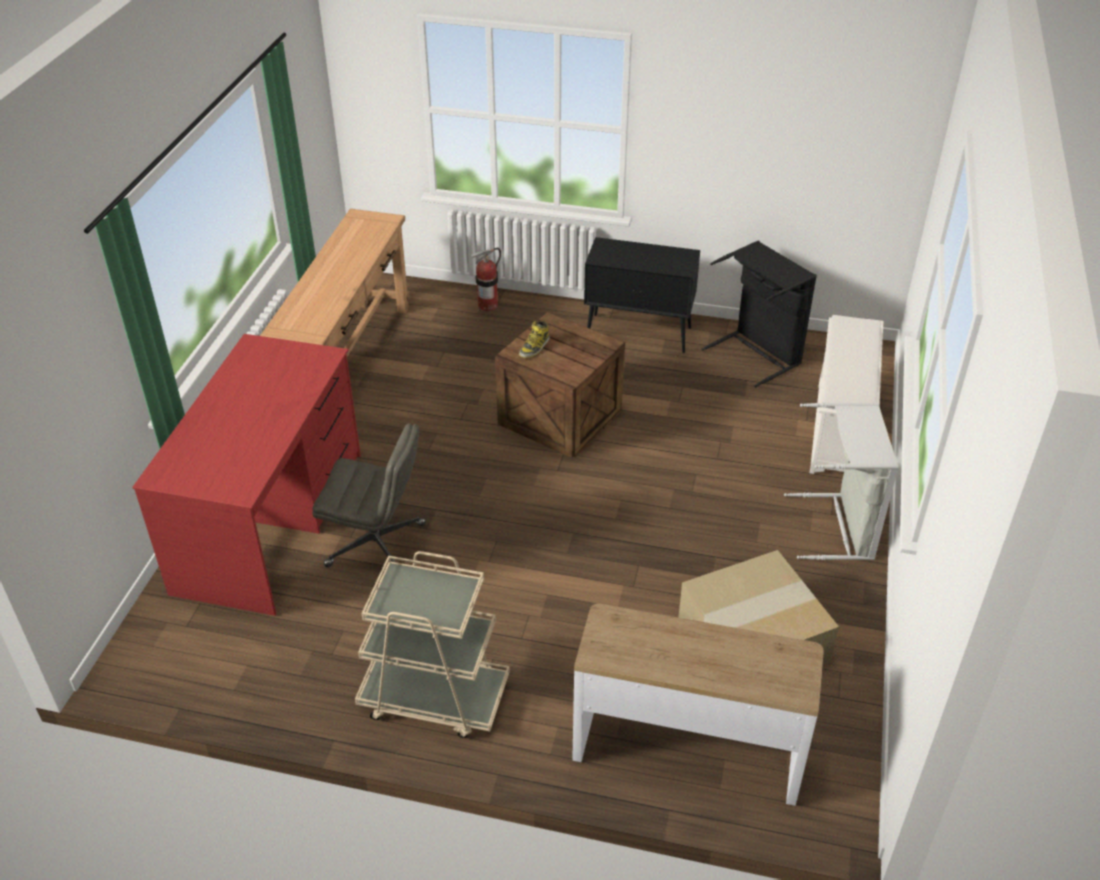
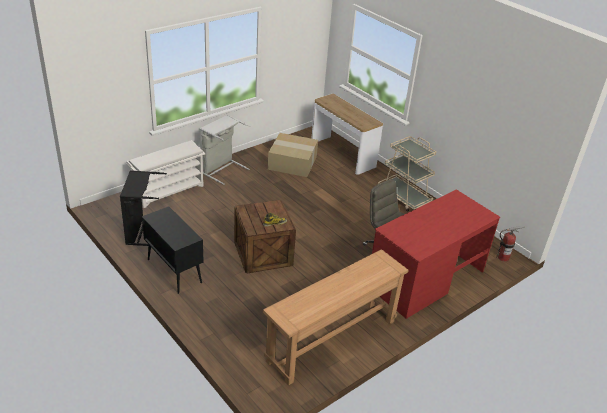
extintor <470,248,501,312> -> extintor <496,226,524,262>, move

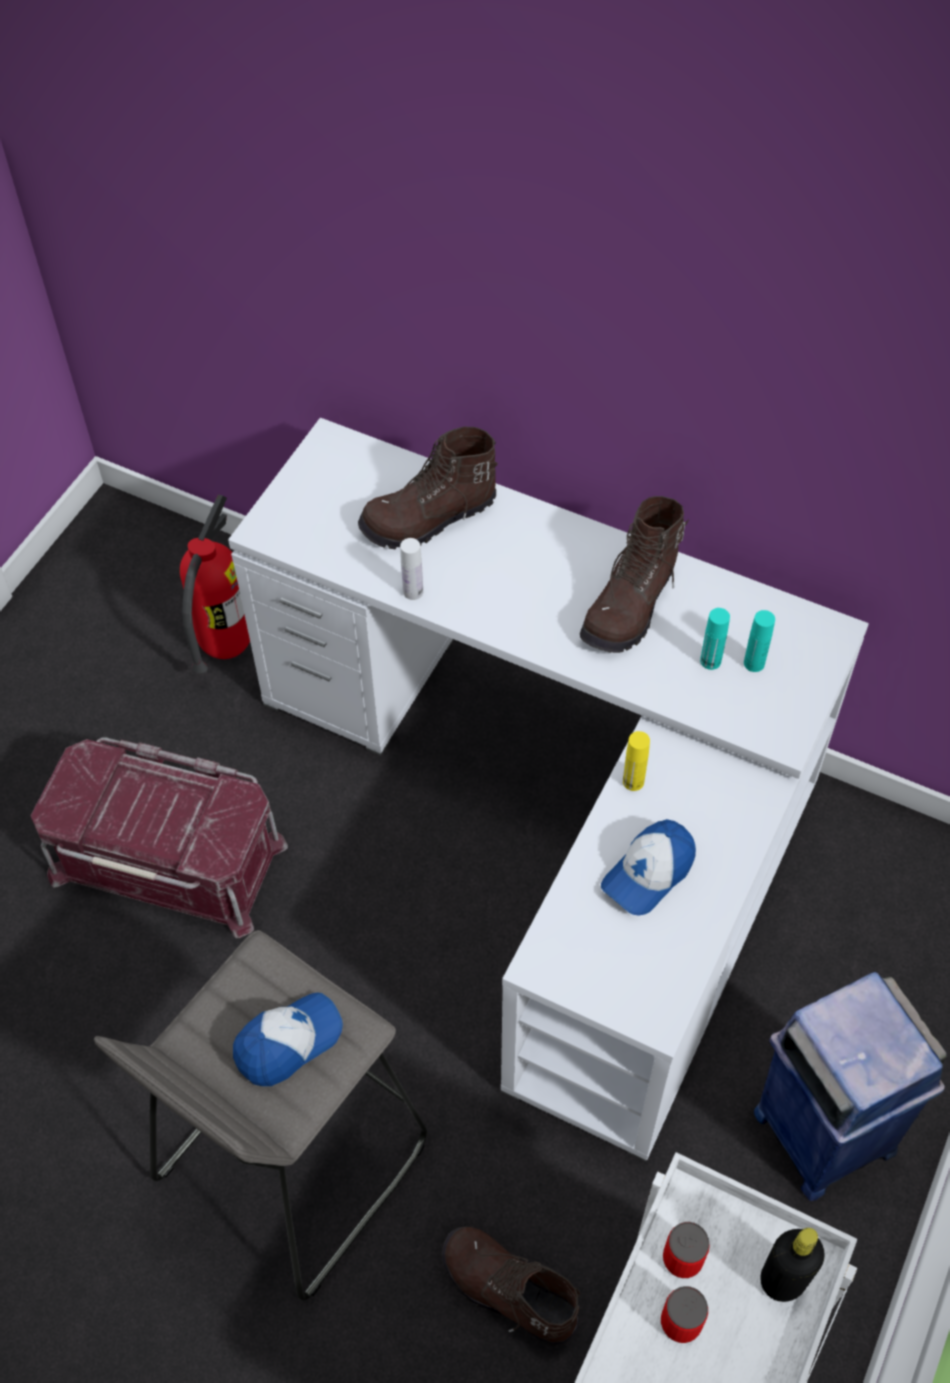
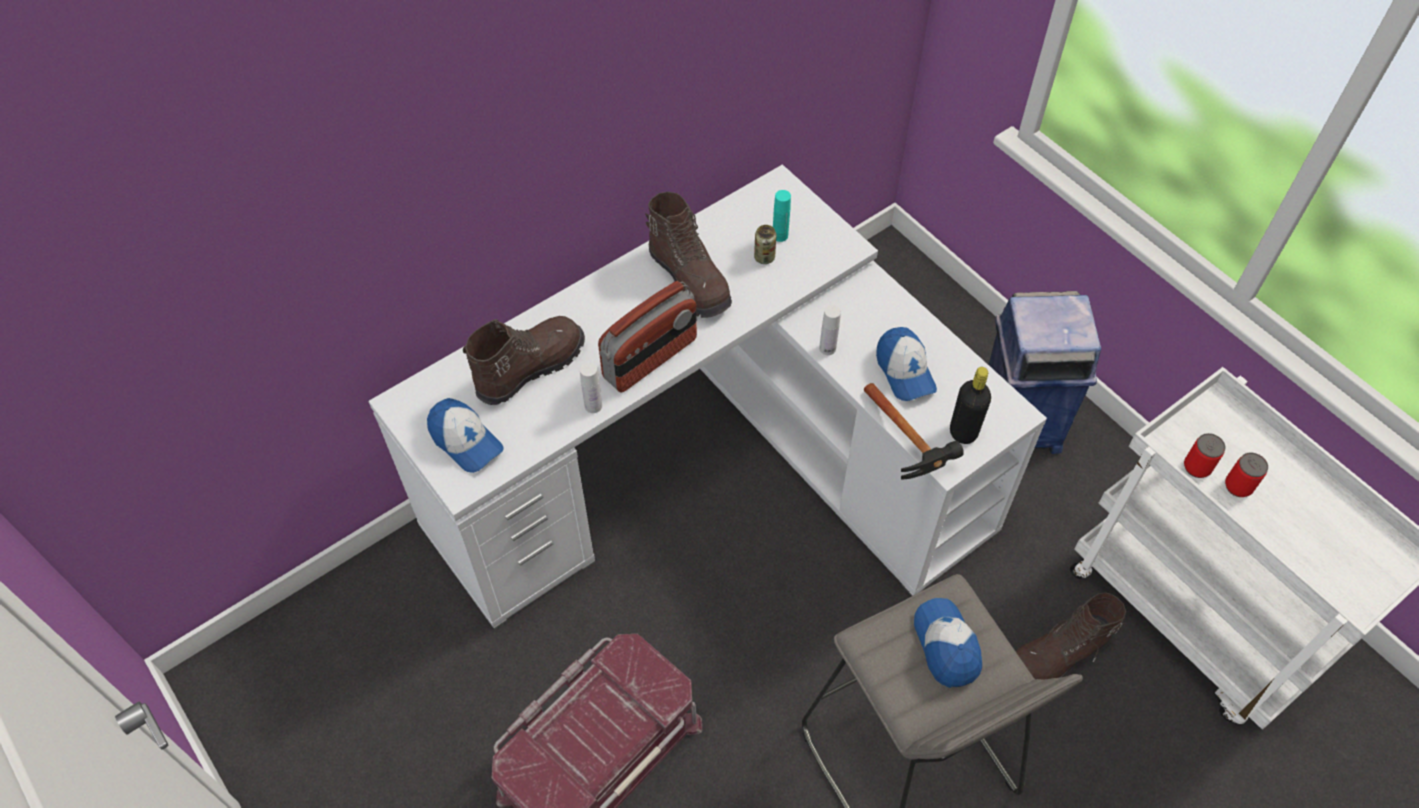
extintor <180,494,250,673> -> none
bota [marrón] <358,427,498,550> -> bota [marrón] <463,316,585,405>, 135 degrees counterclockwise
botella [amarillo] <623,731,650,791> -> botella [blanco] <819,305,841,355>
botella [turquesa] <700,608,730,670> -> lata <754,225,777,264>
botella [negro] <760,1228,825,1302> -> botella [negro] <950,367,991,444>, move
none -> gorra <427,398,504,473>
none -> radio <598,281,697,393>
none -> martillo <864,383,964,479>

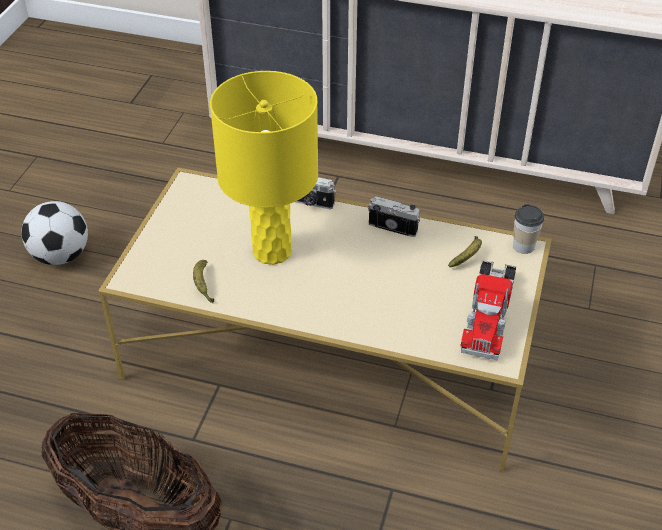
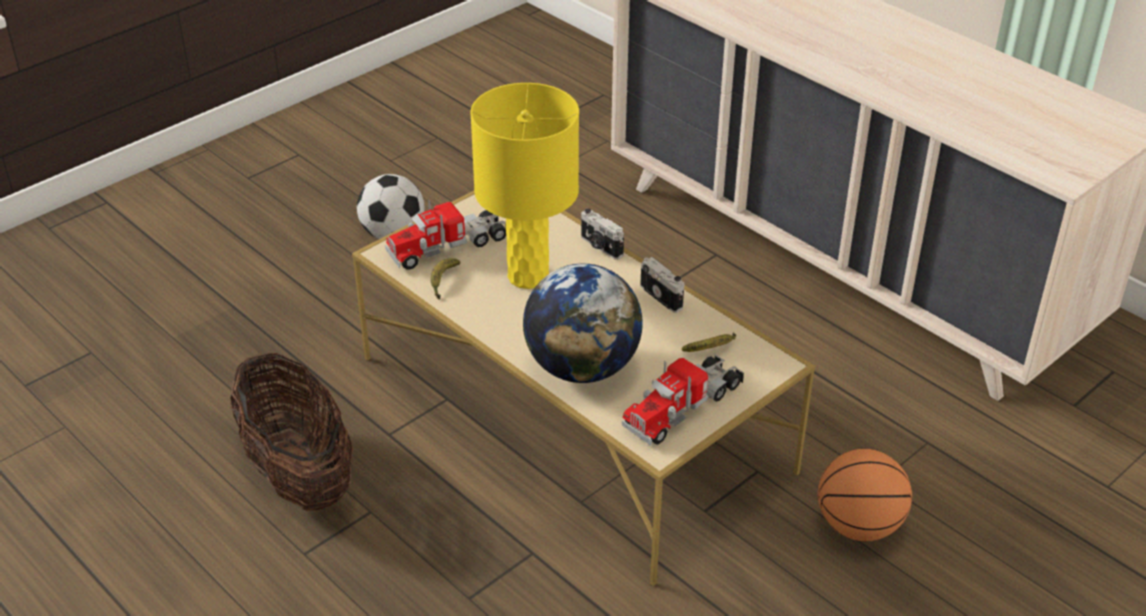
taza <513,204,544,254> -> none
none -> camión de juguete <385,199,506,269>
none -> globo terráqueo <523,263,643,383>
none -> balón de baloncesto <818,449,912,542>

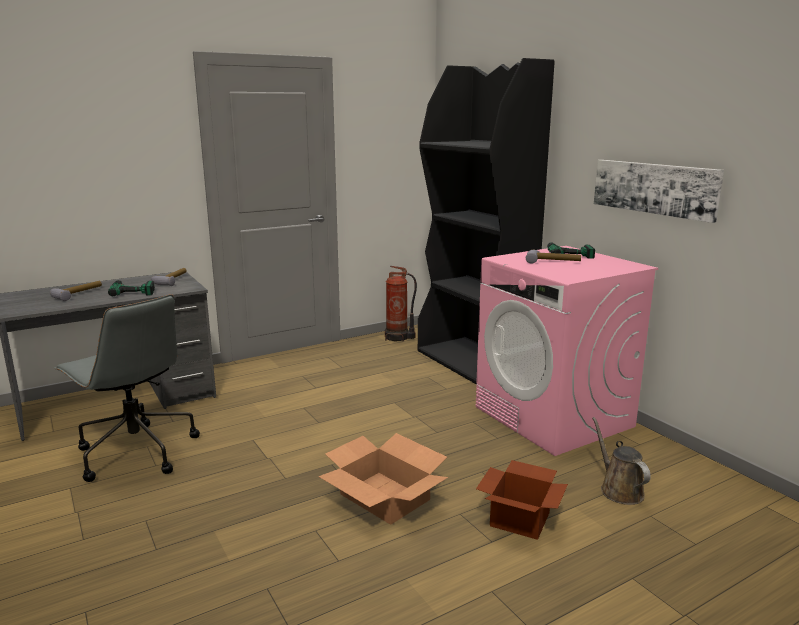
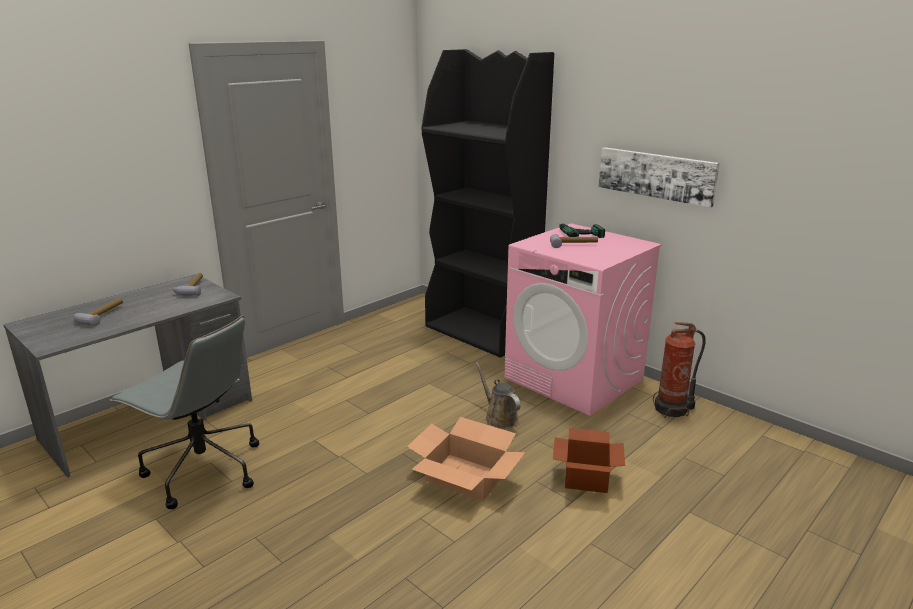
taladro <108,280,155,296> -> none
extintor <385,266,417,342> -> extintor <653,322,706,418>, move
regadera [marrón] <592,417,651,505> -> regadera [marrón] <475,362,521,429>, move

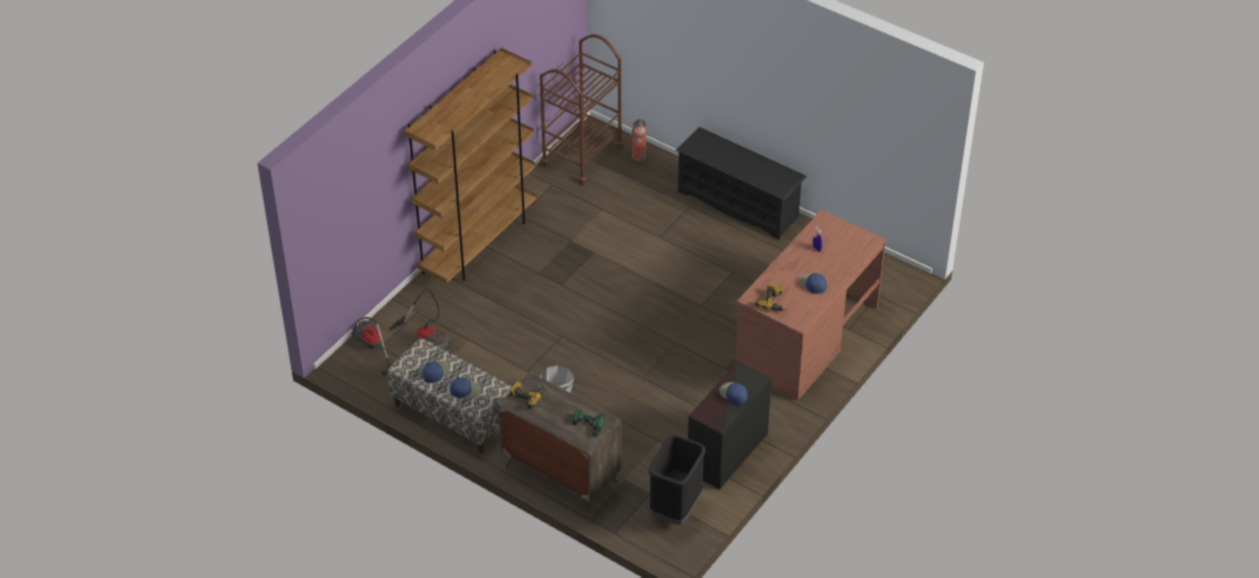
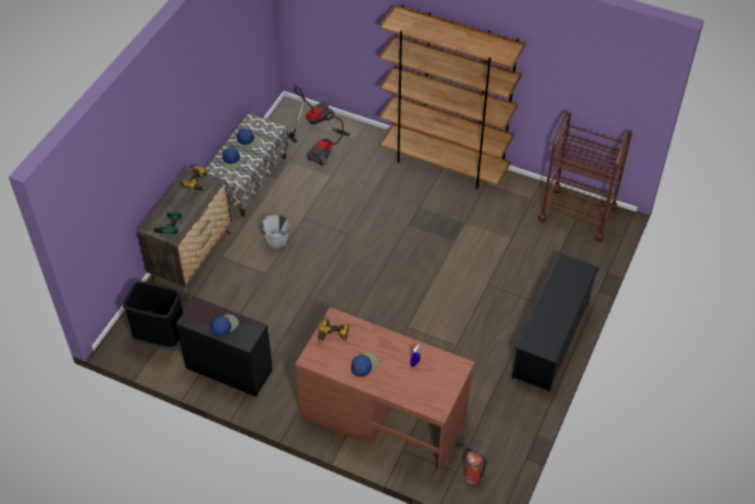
extintor <632,119,646,162> -> extintor <461,444,486,484>, move

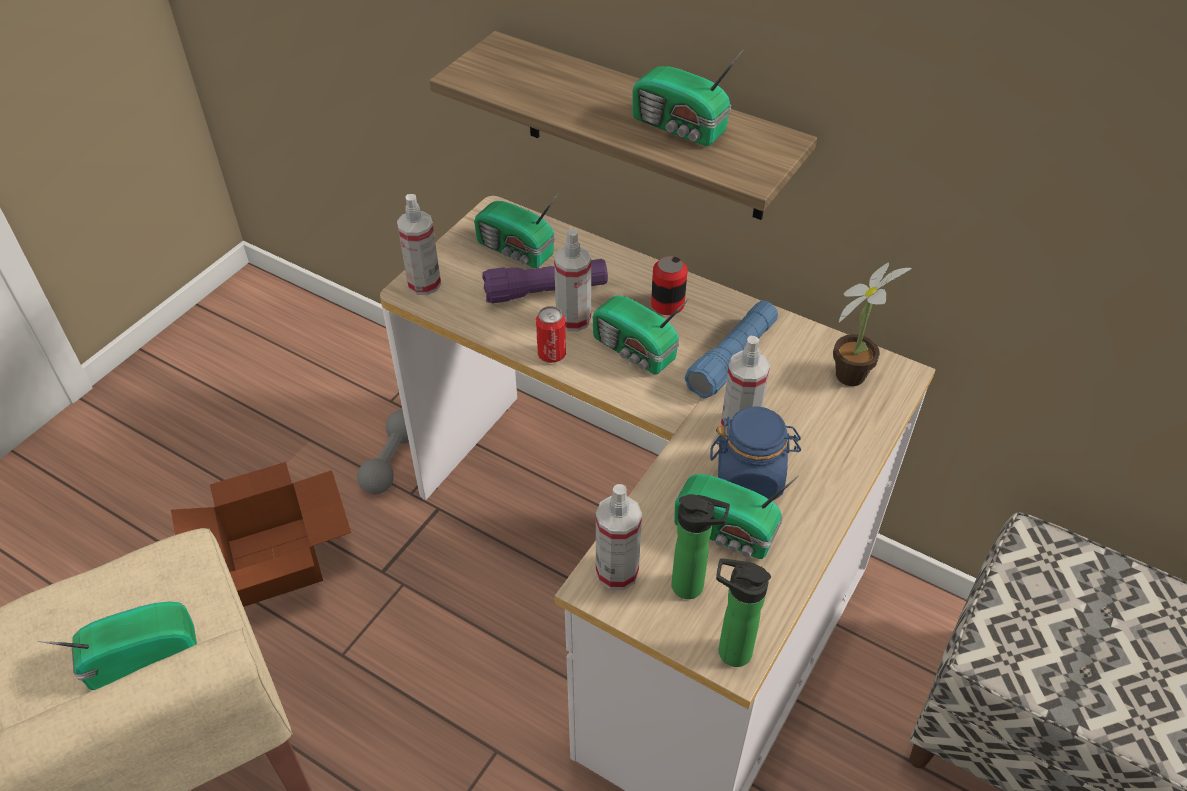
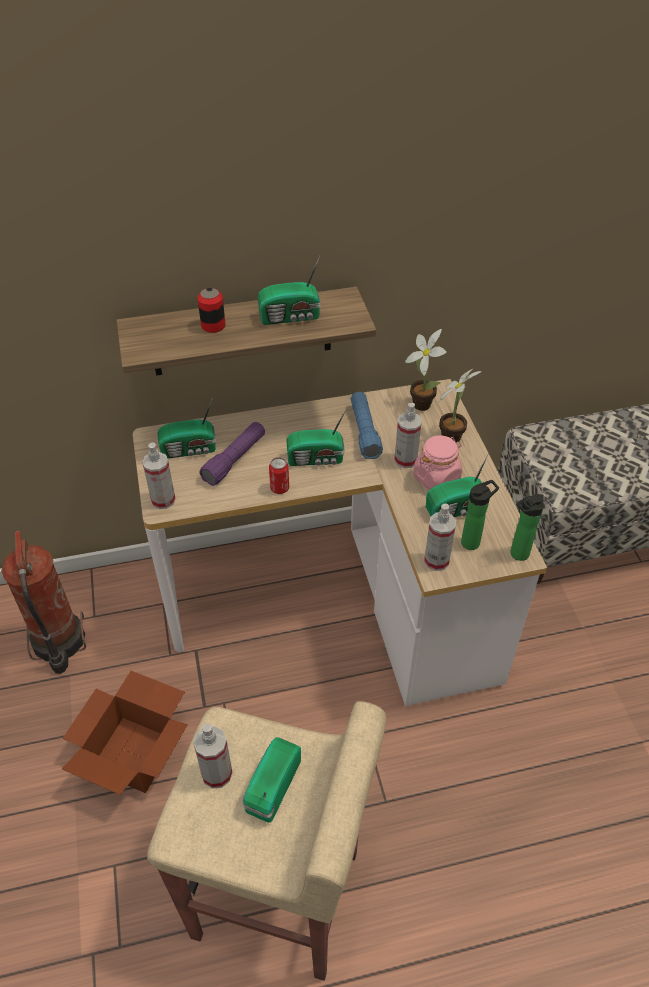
mancuerna [gris] <357,409,409,494> -> none
pulverizador <554,229,591,331> -> pulverizador <193,723,232,789>, move
lata <651,256,688,315> -> lata <197,288,225,333>, move
tarro [azul] <710,406,801,500> -> tarro [rosa] <413,435,462,490>
none -> extintor <1,531,86,674>
none -> planta en maceta <438,369,482,443>

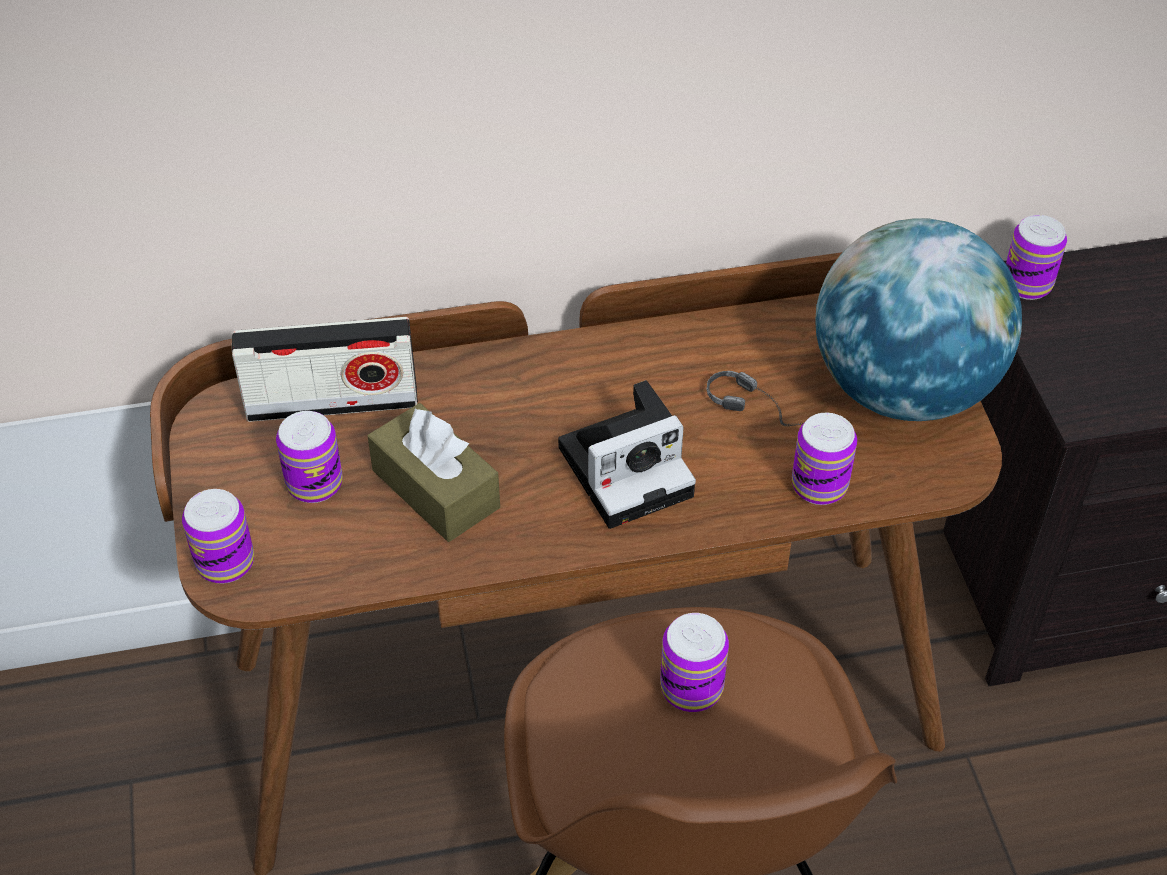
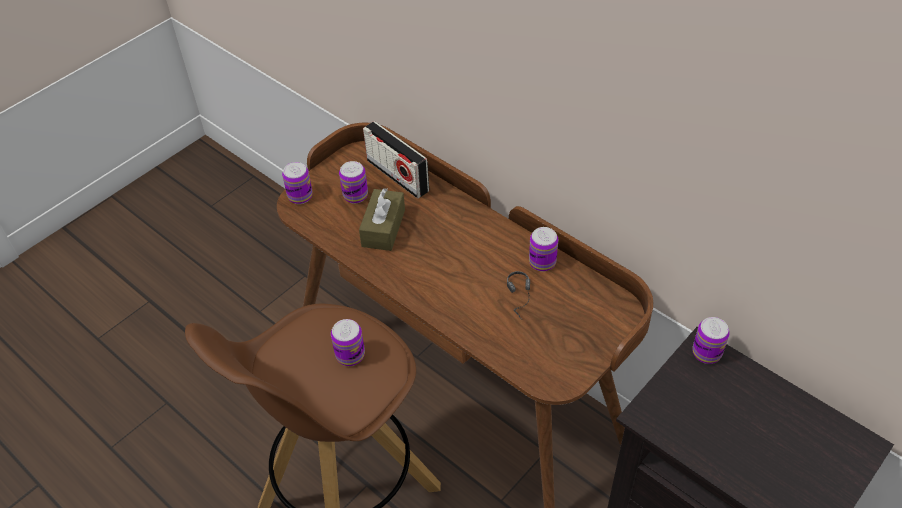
cámara <558,380,696,529> -> none
lata <792,413,857,505> -> lata <529,227,558,271>, move
globo terráqueo <815,218,1022,421> -> none

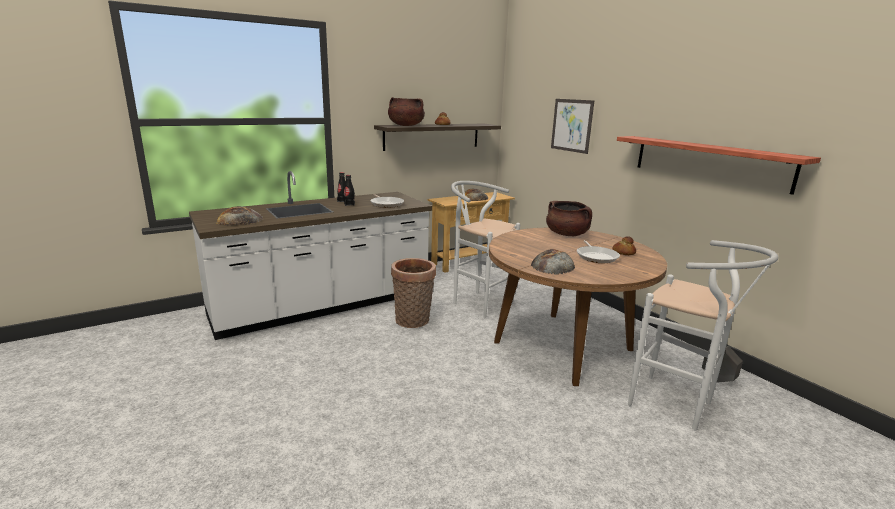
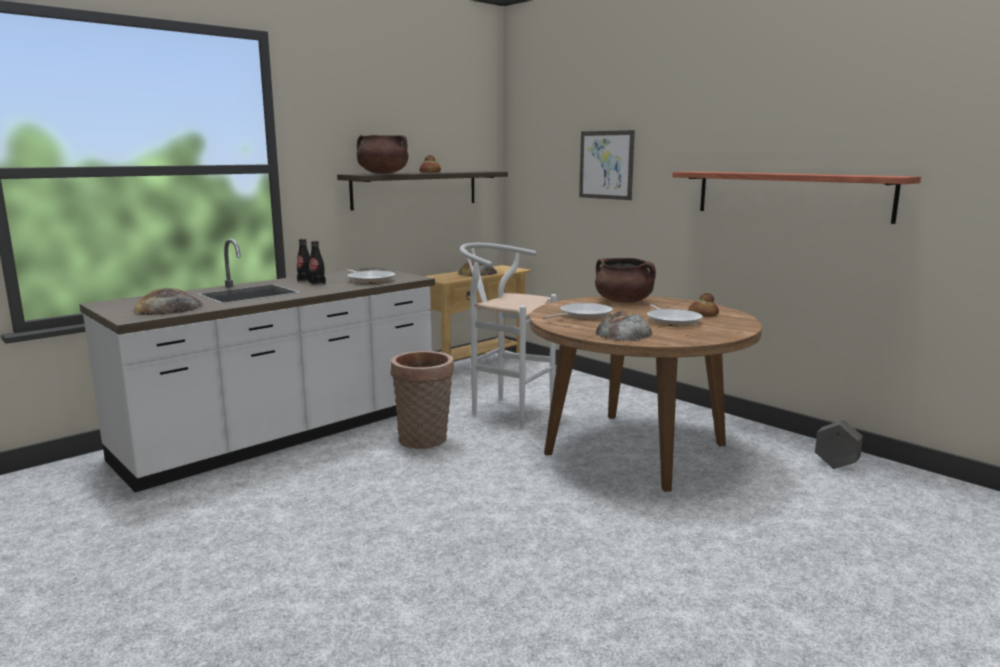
taburete [blanco] <628,240,778,430> -> none
none -> sartén <542,303,613,320>

